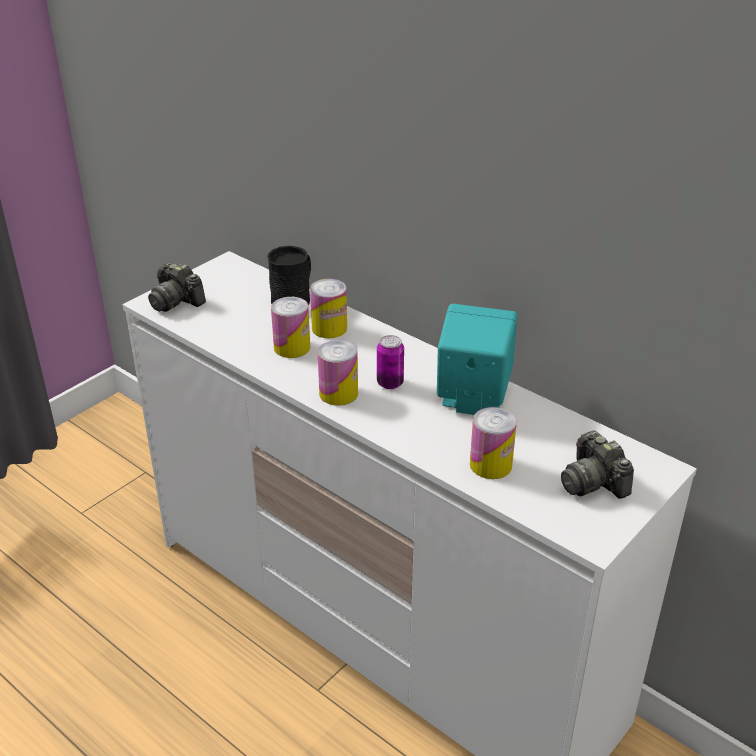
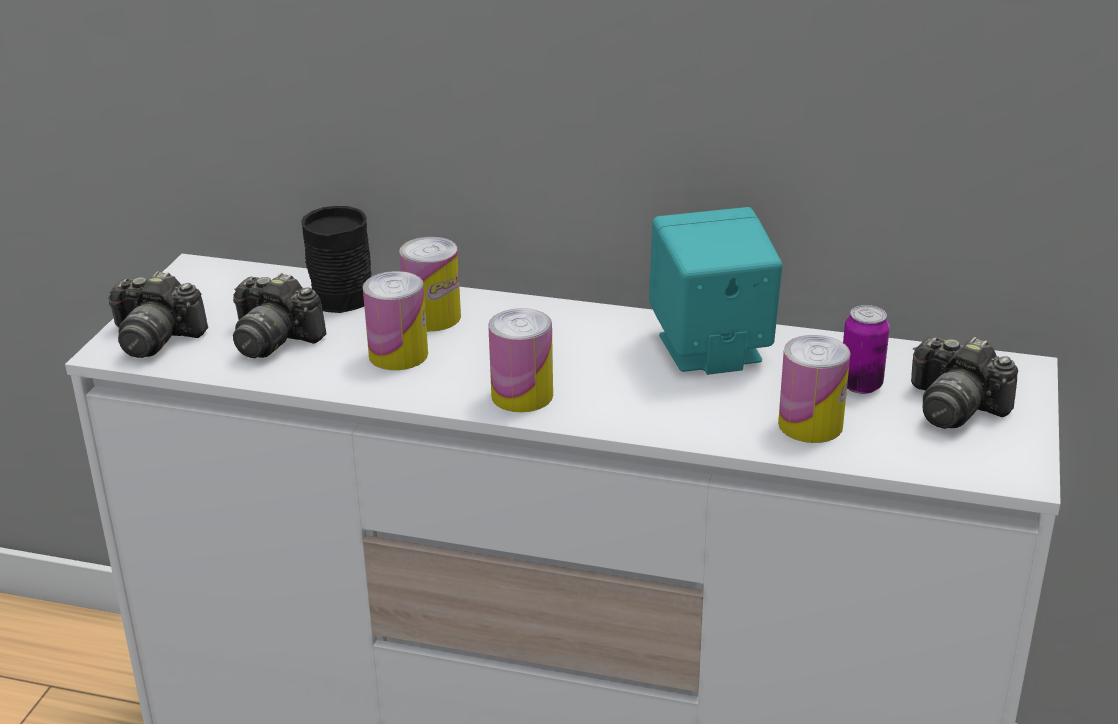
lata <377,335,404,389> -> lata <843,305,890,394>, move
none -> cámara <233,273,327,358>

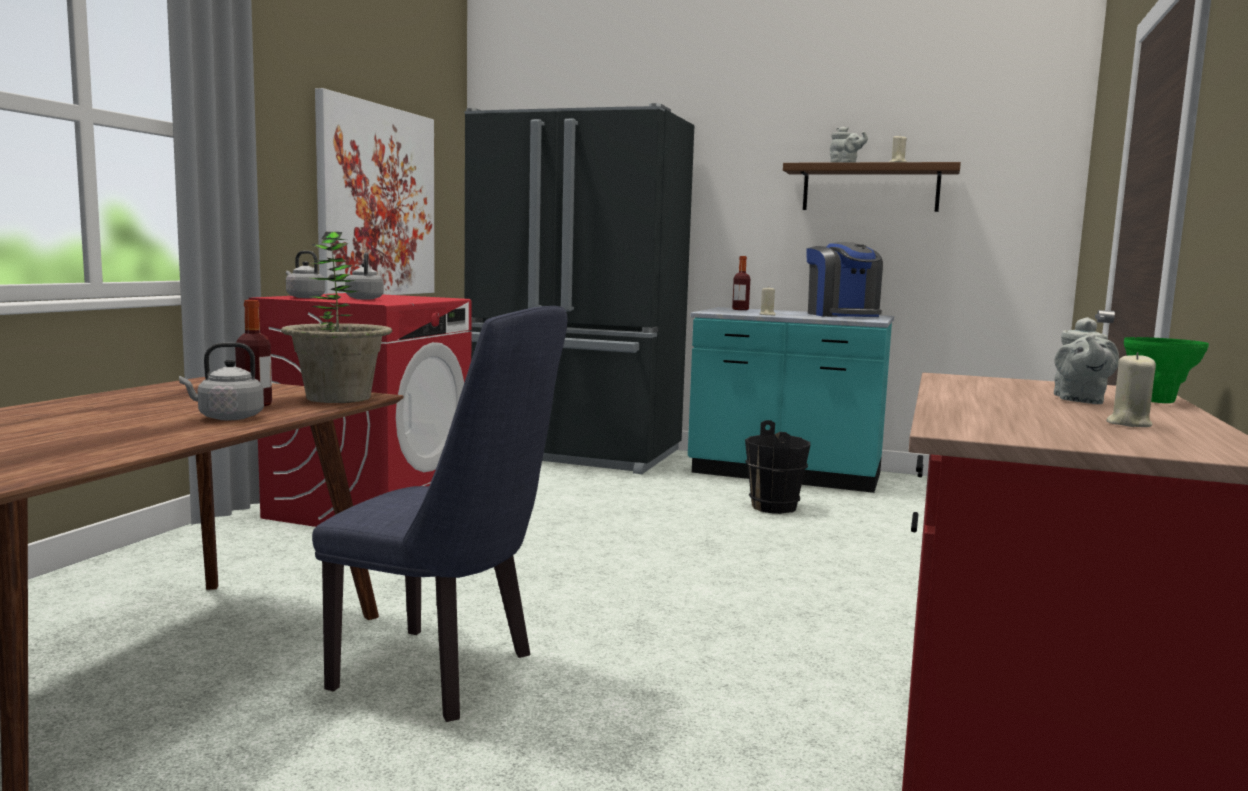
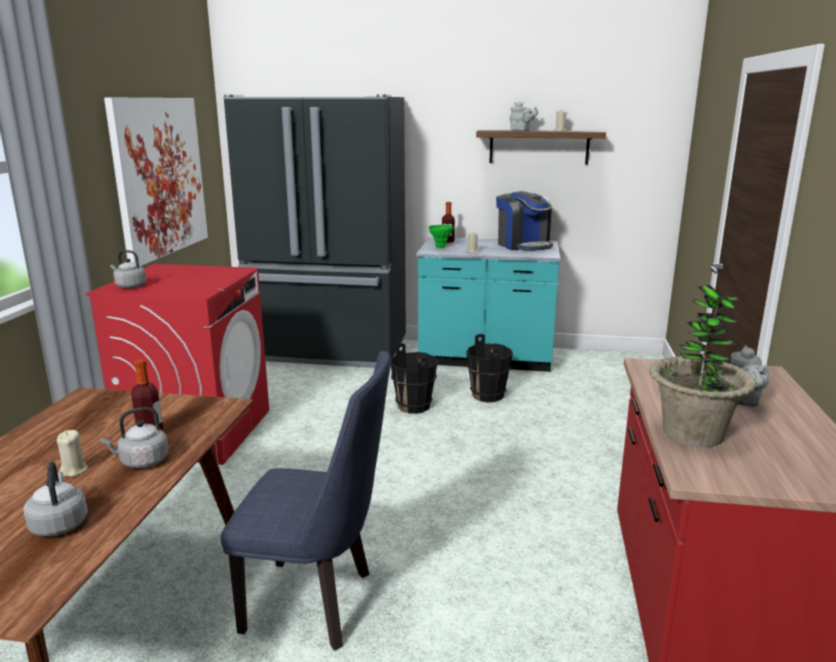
planta en maceta <281,232,392,403> -> planta en maceta <649,285,756,447>, move
hervidor [gris] <345,252,384,300> -> hervidor [gris] <23,462,88,537>, move
vela [beis] <1107,352,1156,427> -> vela [beis] <57,430,88,477>, move
florero [verde] <1124,337,1209,403> -> florero [verde] <429,225,453,248>, move
none -> cubo [negro] <391,343,438,414>

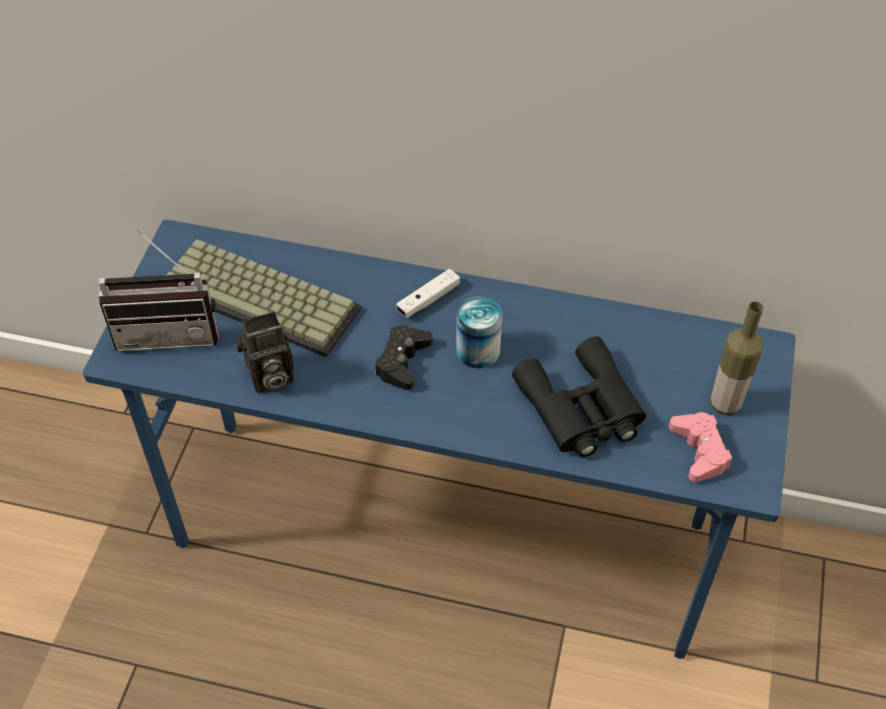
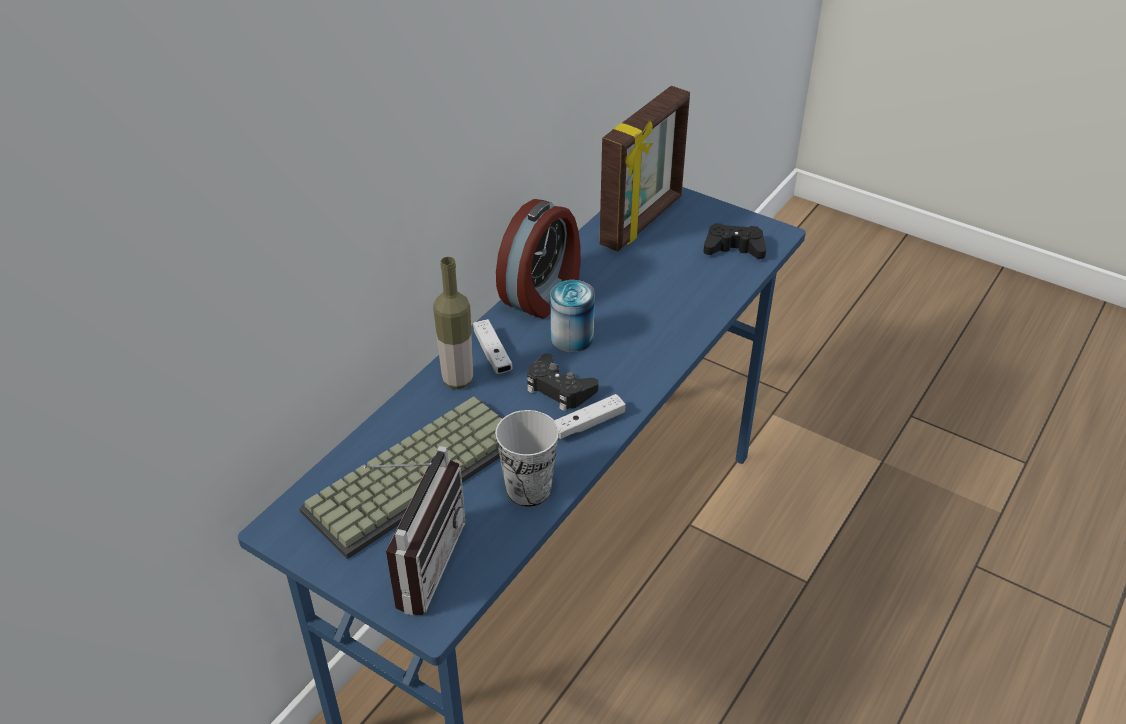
cámara <235,311,294,393> -> taza <495,410,559,507>
prismáticos [negro] <512,336,646,458> -> none
mando de consola [rosa] <669,412,732,482> -> mando de consola [negro] <703,223,766,259>
botella <711,301,764,415> -> botella <433,257,473,389>, move
none -> despertador <496,199,581,318>
none -> mando de consola [blanco] <554,394,626,439>
none -> portarretratos <599,86,690,252>

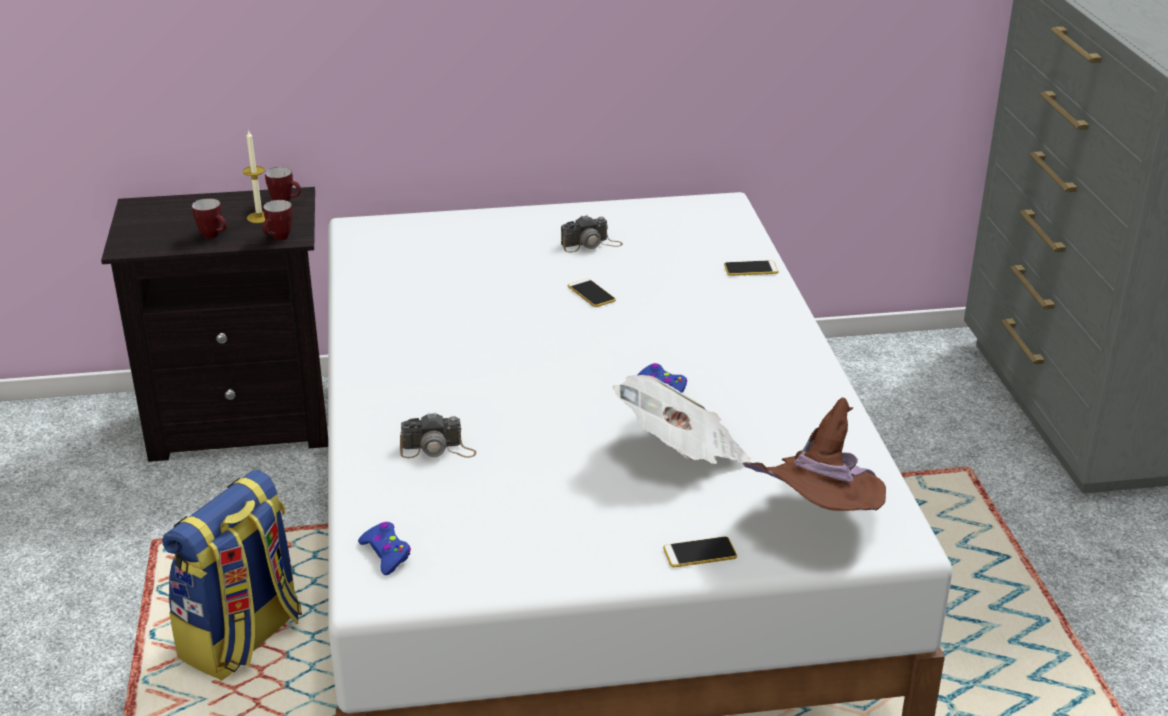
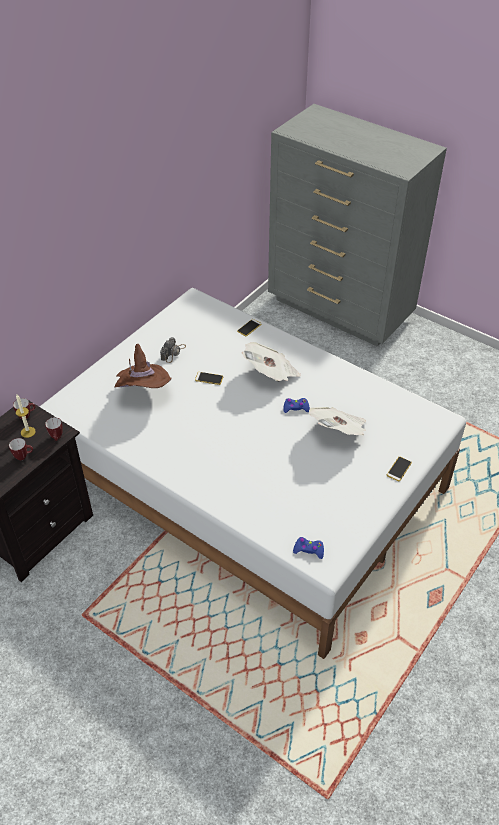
mochila <162,470,302,681> -> none
cámara <400,412,476,458> -> none
sombrero [marrón] <743,397,886,511> -> sombrero [marrón] <114,344,172,388>, move
none -> periódico <242,342,301,381>

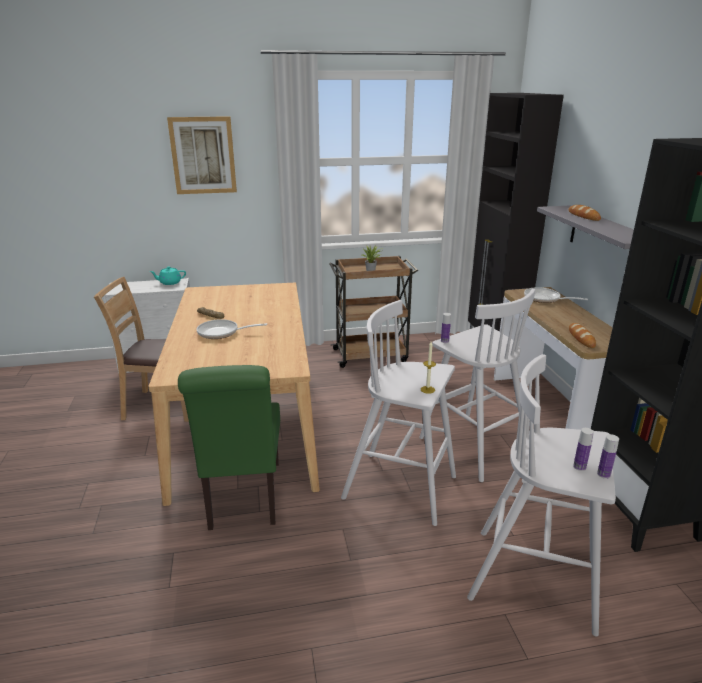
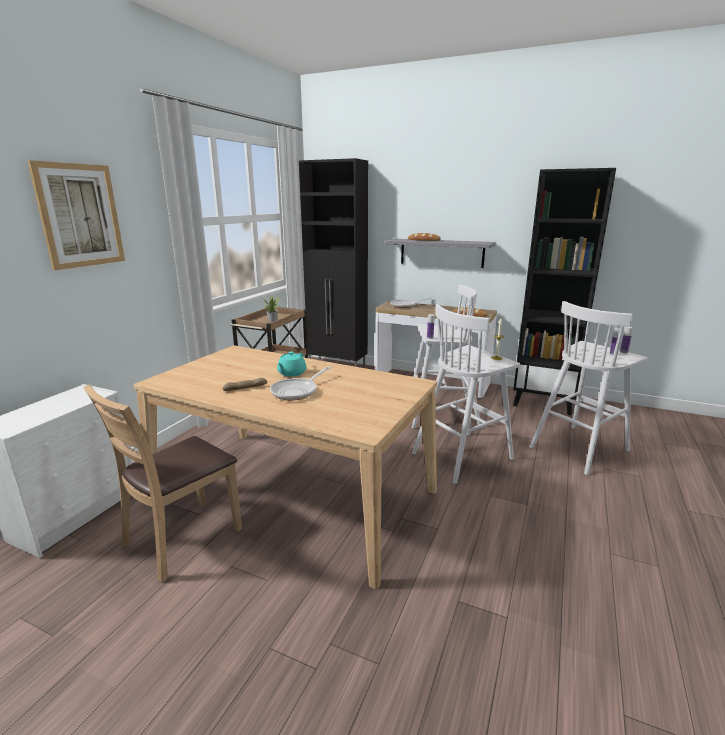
tetera [turquesa] <149,266,186,285> -> tetera [turquesa] <277,351,306,377>, move
silla [verde] <178,365,280,530> -> none

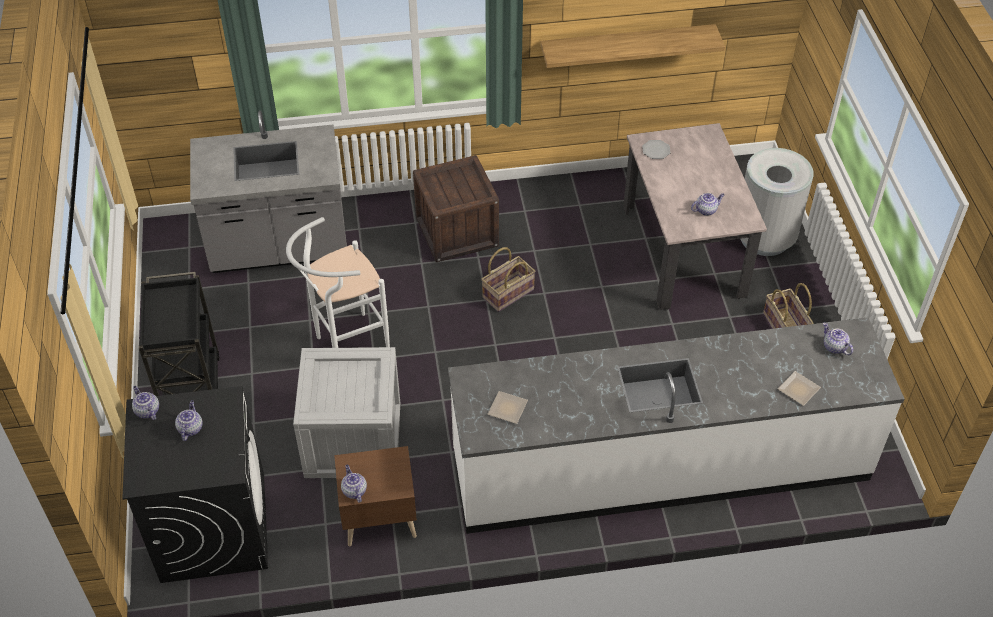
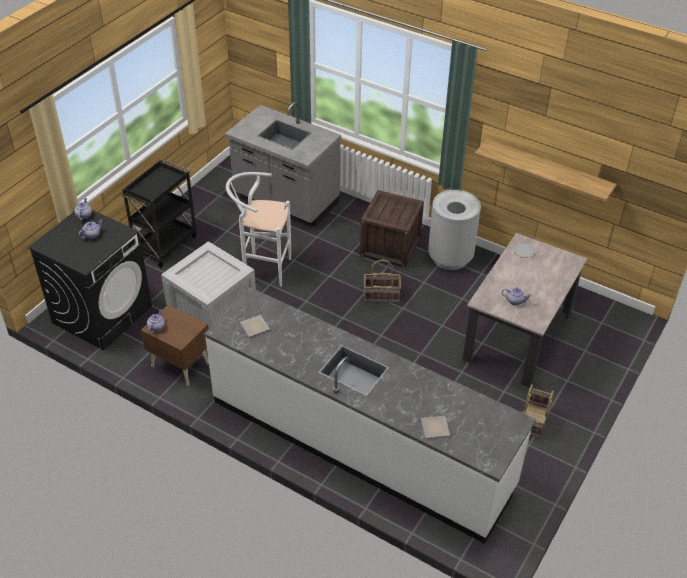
papelera [gris] <741,148,814,256> -> papelera [gris] <428,190,481,270>, move
tetera <823,323,853,355> -> none

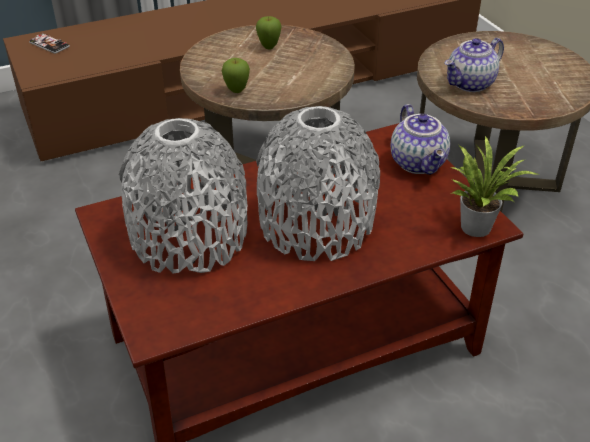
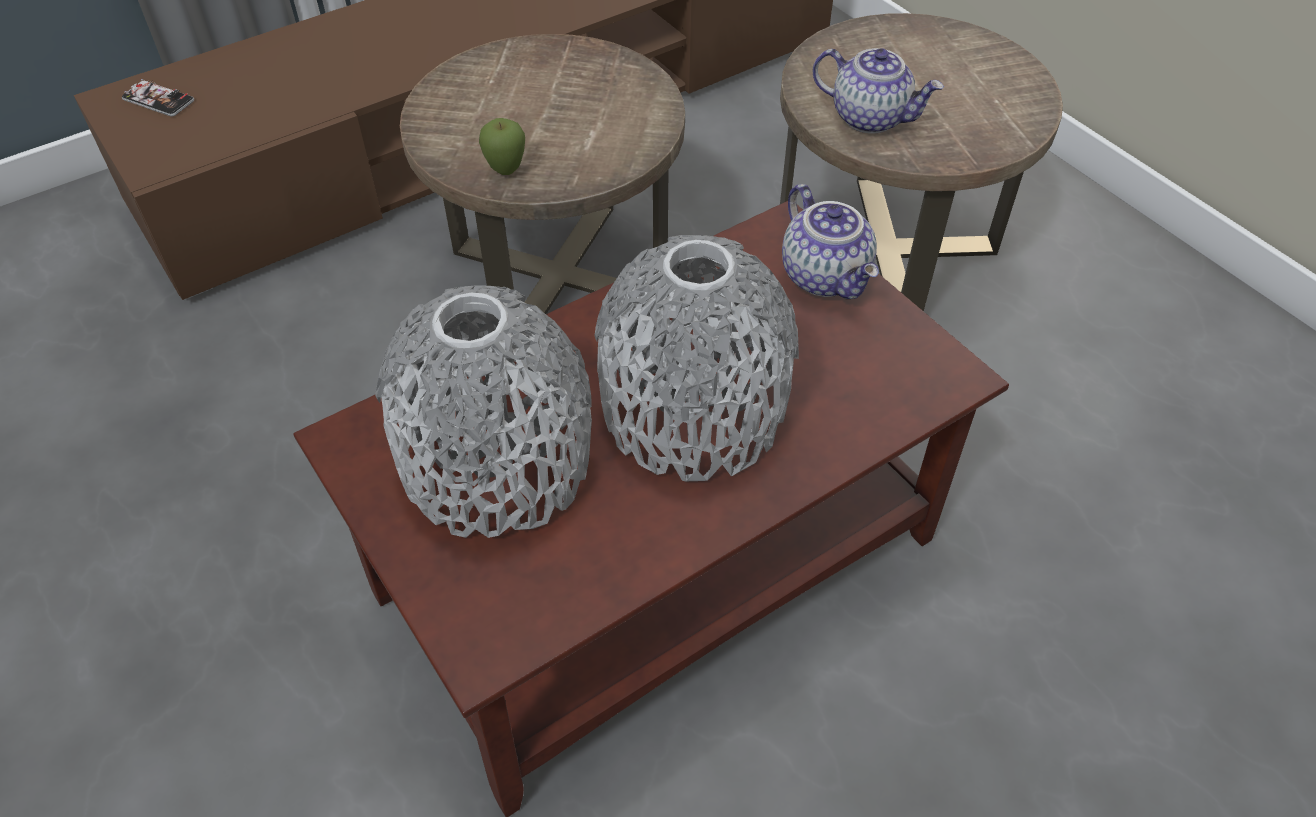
manzana <256,16,281,50> -> none
tetera <444,38,504,92> -> tetera <813,48,944,134>, 105 degrees counterclockwise
planta en maceta <451,136,539,237> -> none

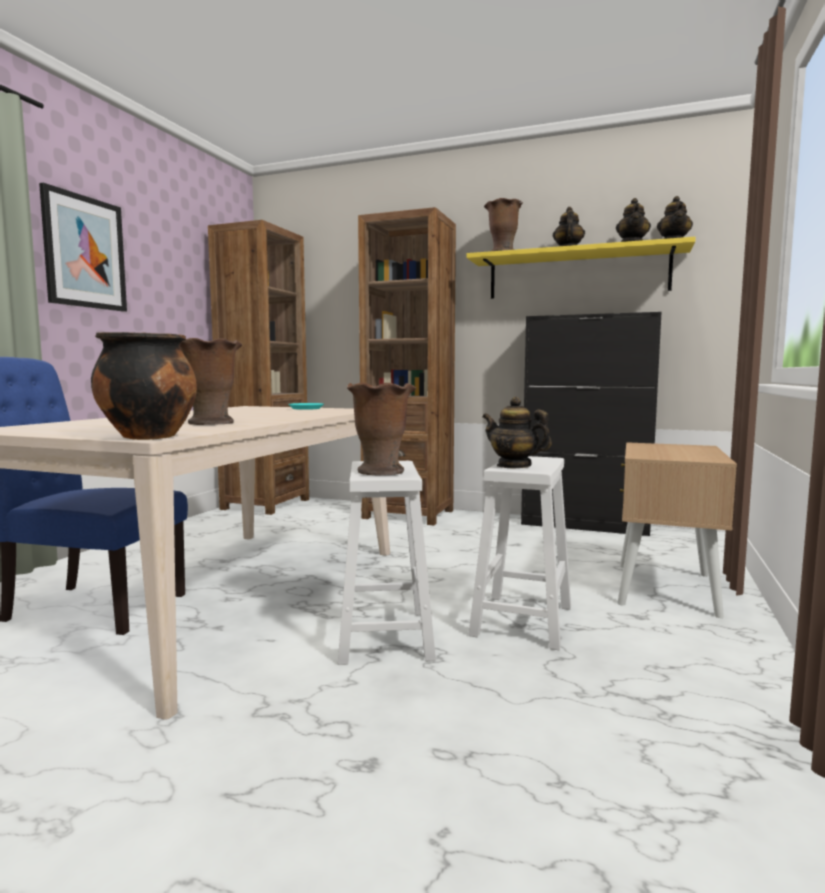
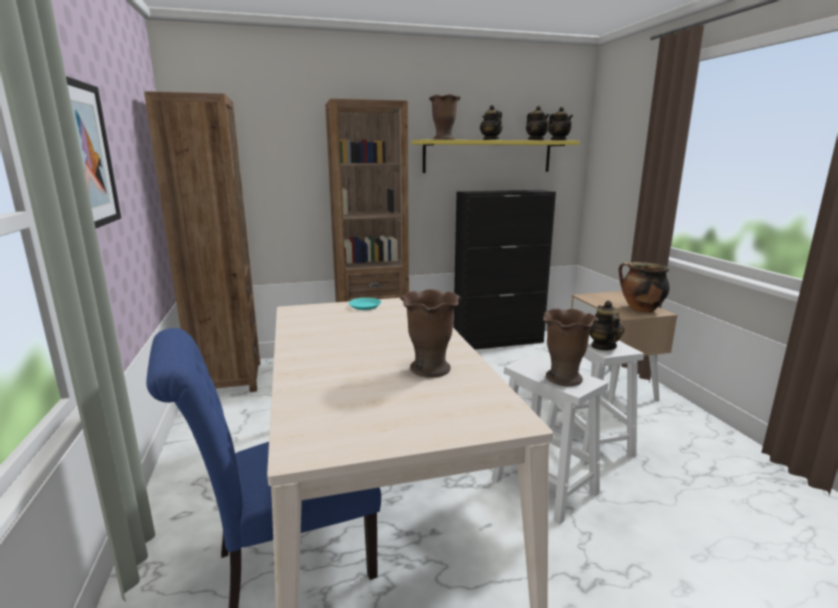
olla <91,332,197,440> -> olla <619,262,670,313>, move
tetera <482,397,552,468> -> tetera <589,300,624,350>, 90 degrees clockwise

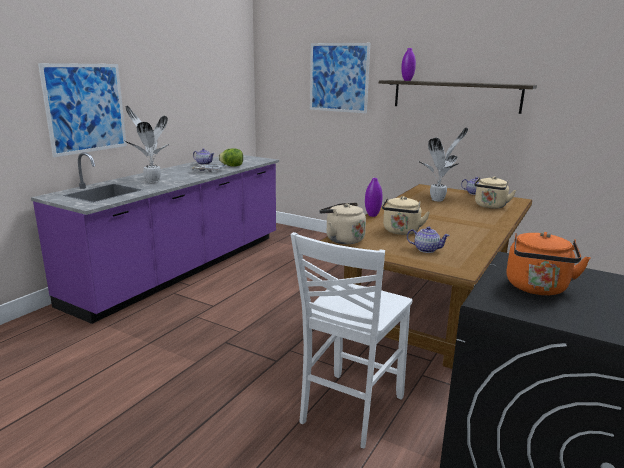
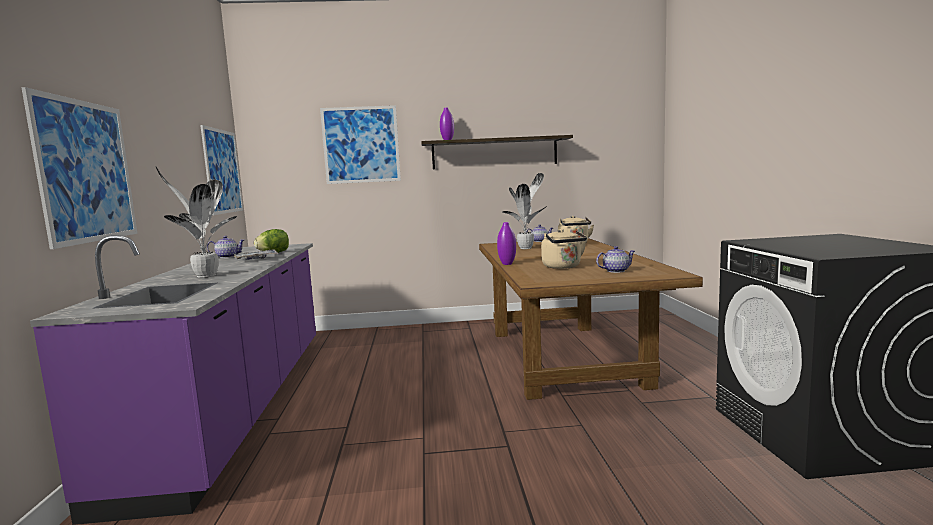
silla [blanco] <291,232,412,448> -> none
hervidor [beis] <319,203,366,244> -> none
hervidor [naranja] <506,232,591,295> -> none
none -> cuadro <200,125,243,215>

